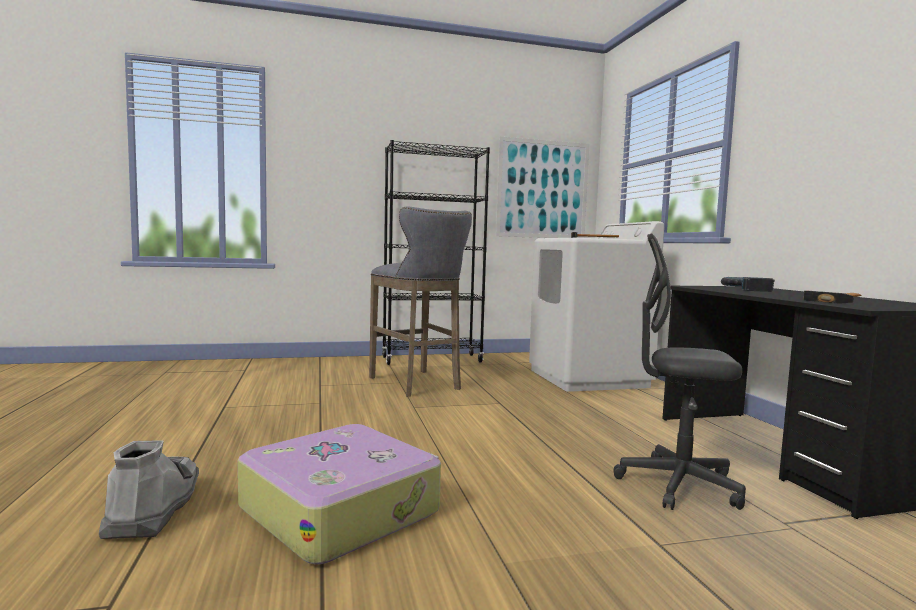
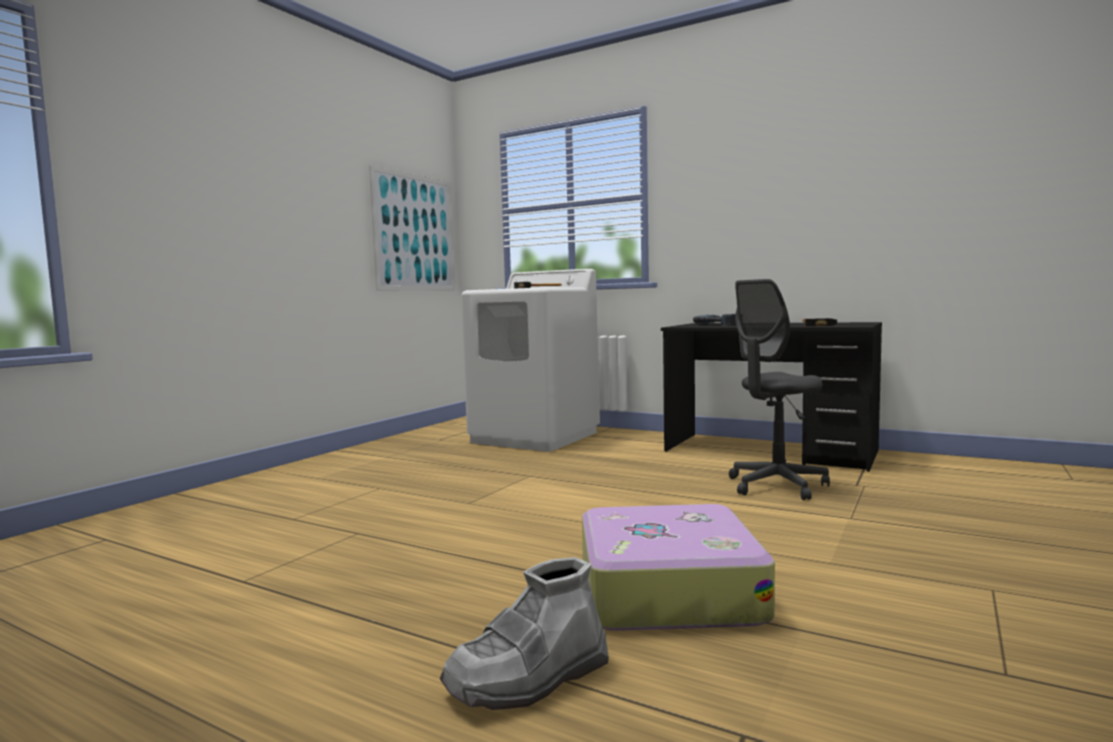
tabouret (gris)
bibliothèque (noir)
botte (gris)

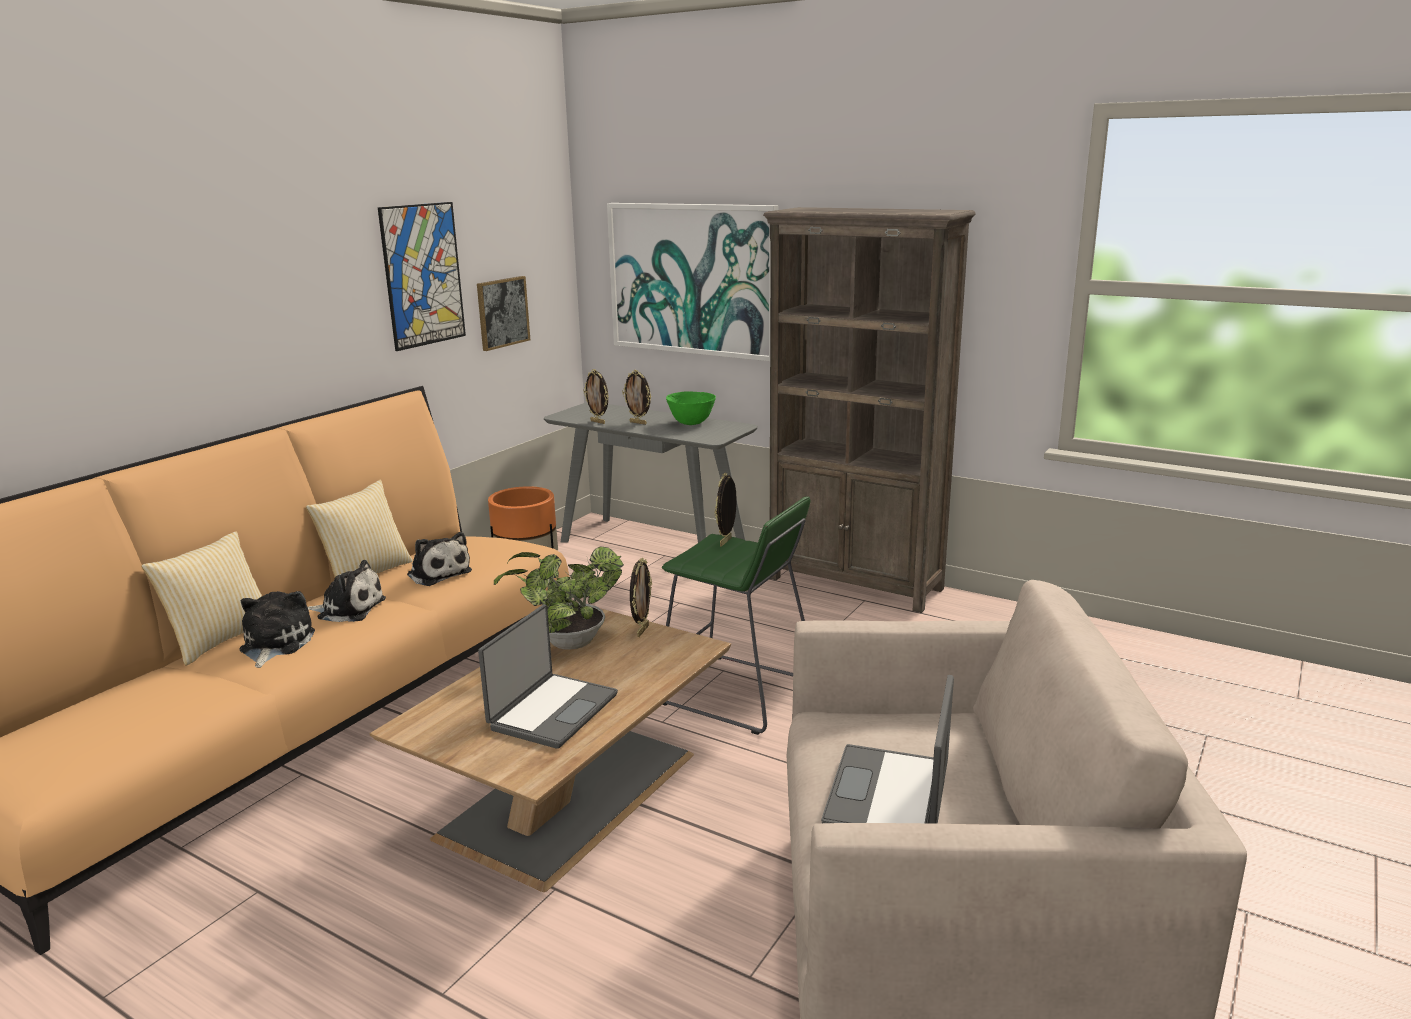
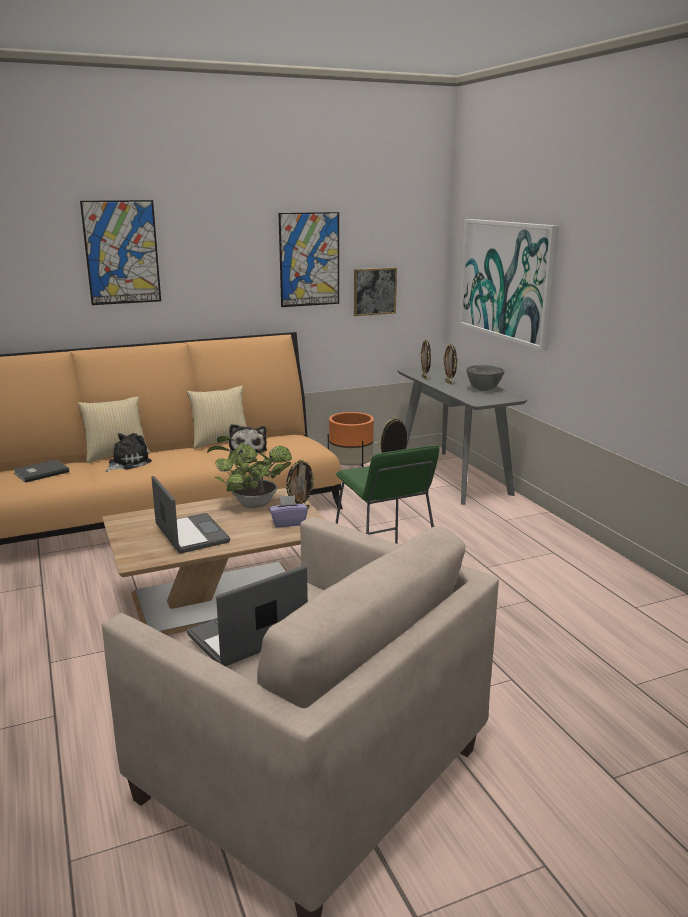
peluche (no. 2 from left in the first image)
bibliothèque (marron)
livre (gris)
tableau (no. 1 from left)
boîte à mouchoirs (violet)
bol (gris)
ordinateur portable (no. 1 from left)

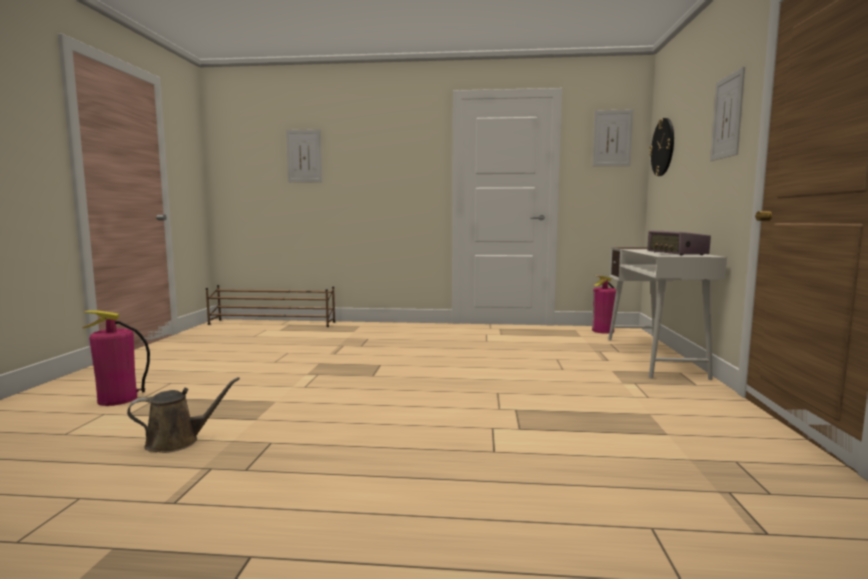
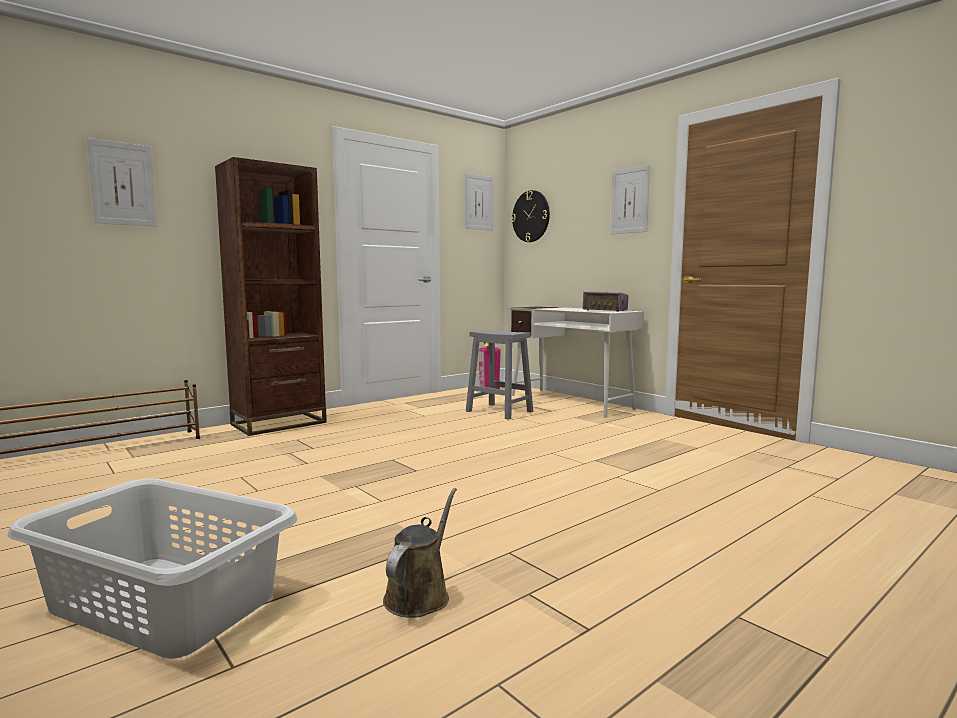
bibliothèque (marron)
tabouret (gris)
panier à linge (gris)

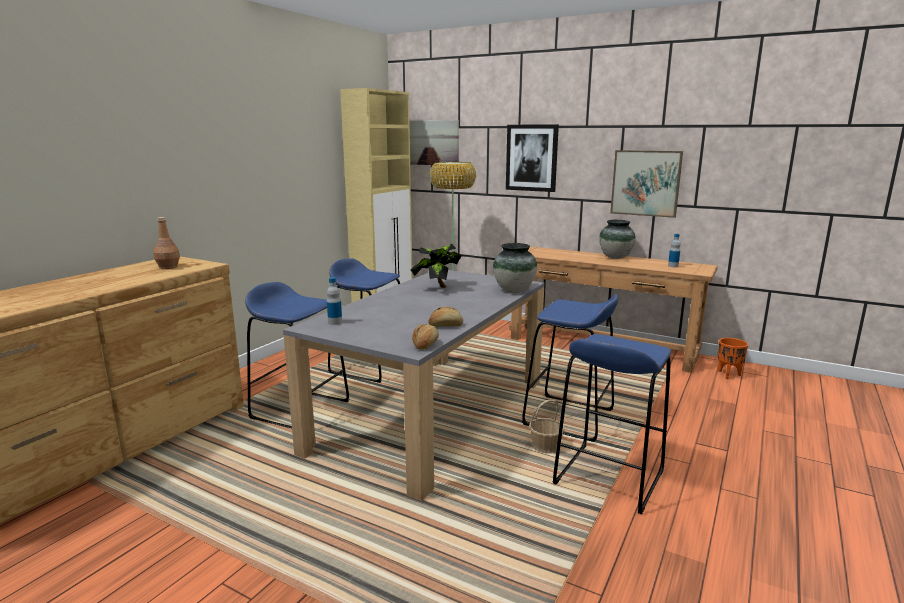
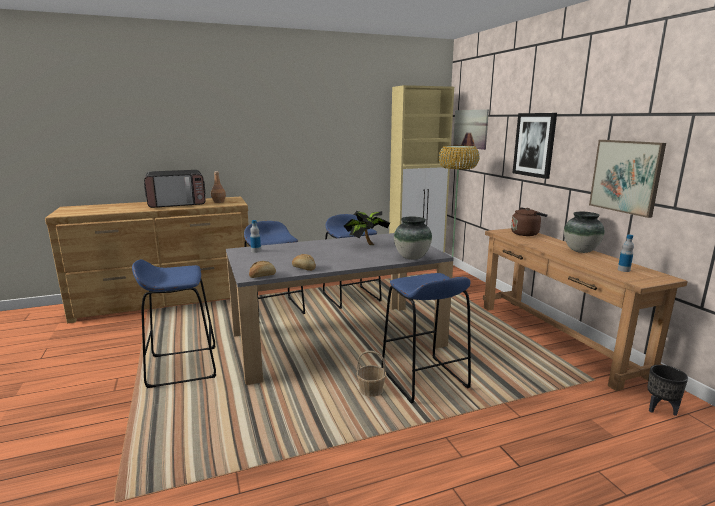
micro-ondes
bouilloire (marron)
tabouret (bleu) (no. 1 from left)
cache-pot (noir)

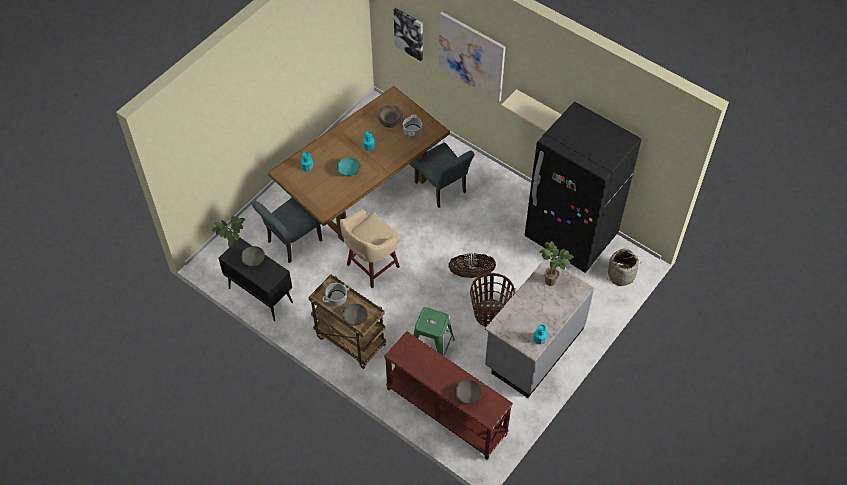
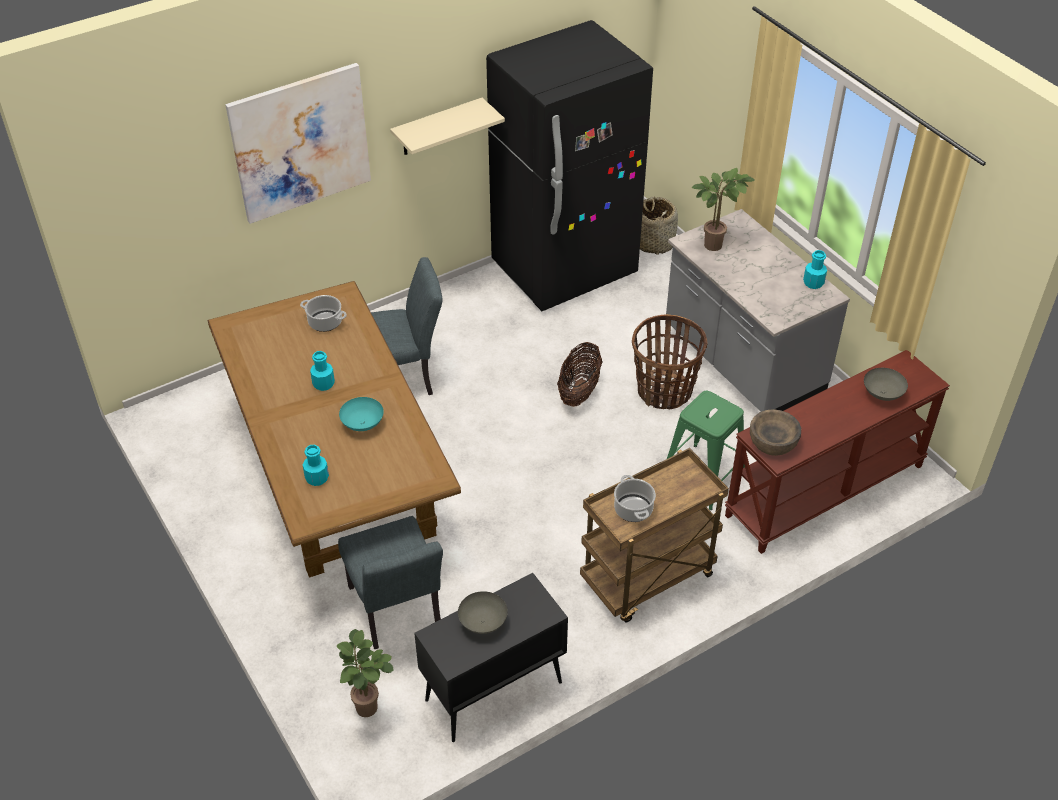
tabouret (beige)
bol (gris) (no. 2 from left in the first image)
tableau (no. 1 from left in the first image)
bol (marron)

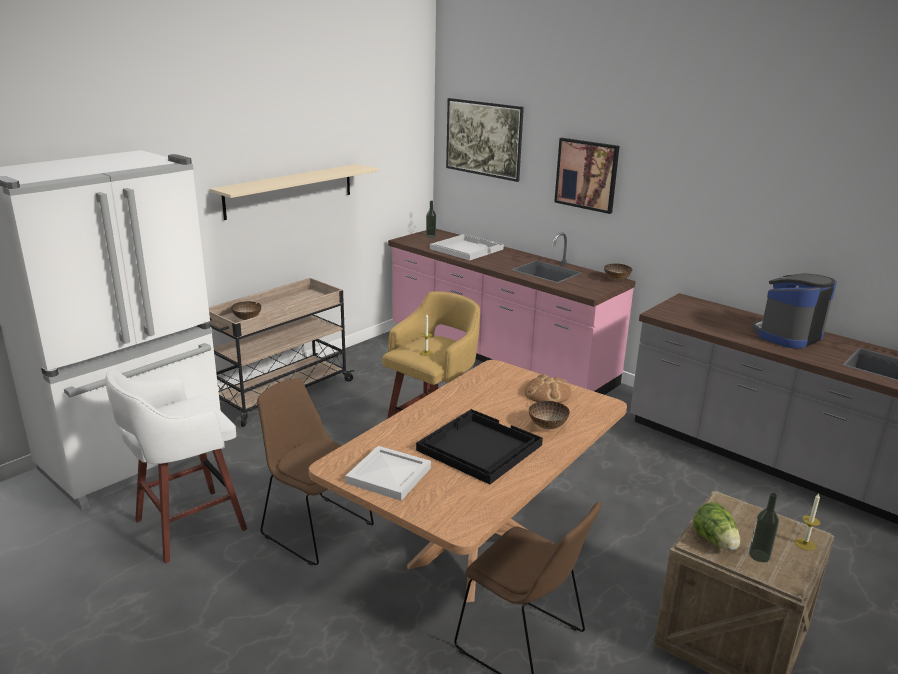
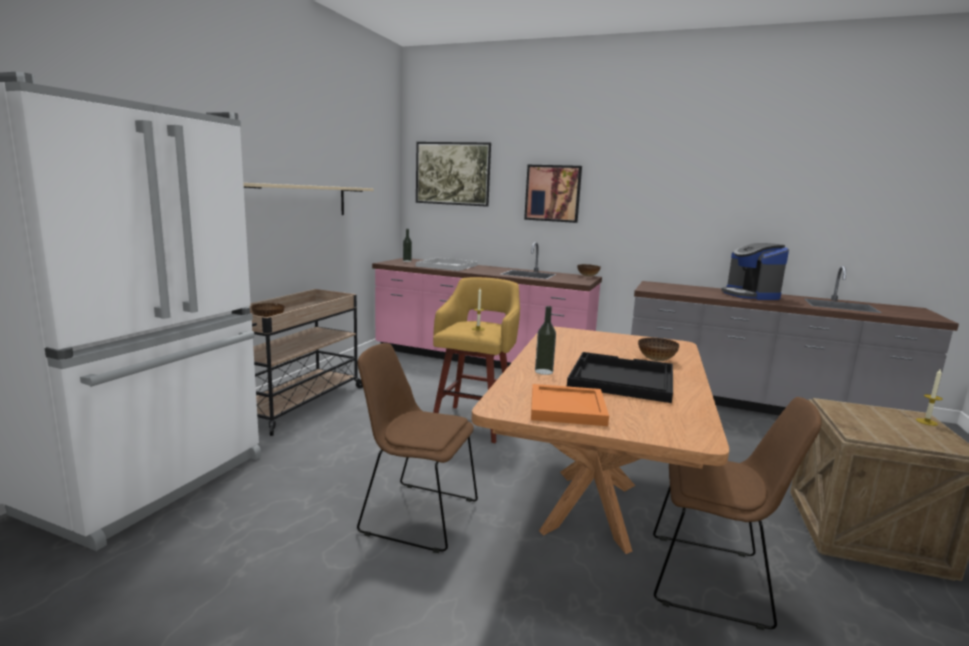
tabouret (blanc)
pain
laitue
bouteille (no. 2 from left)
plateau (orange)
machine à café

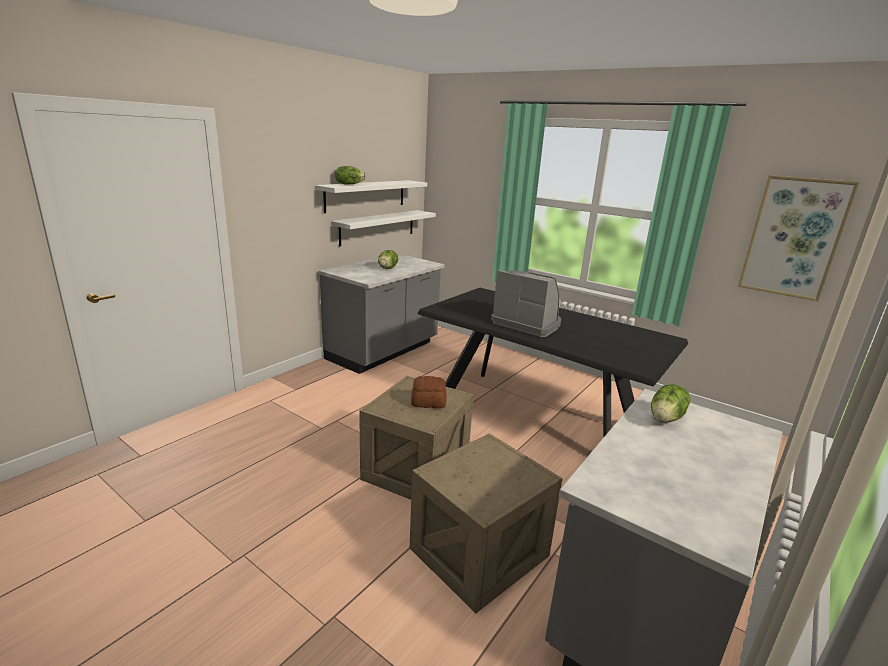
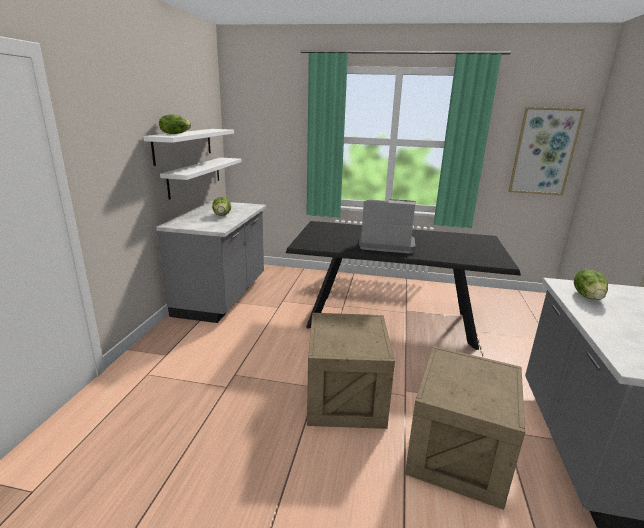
pain

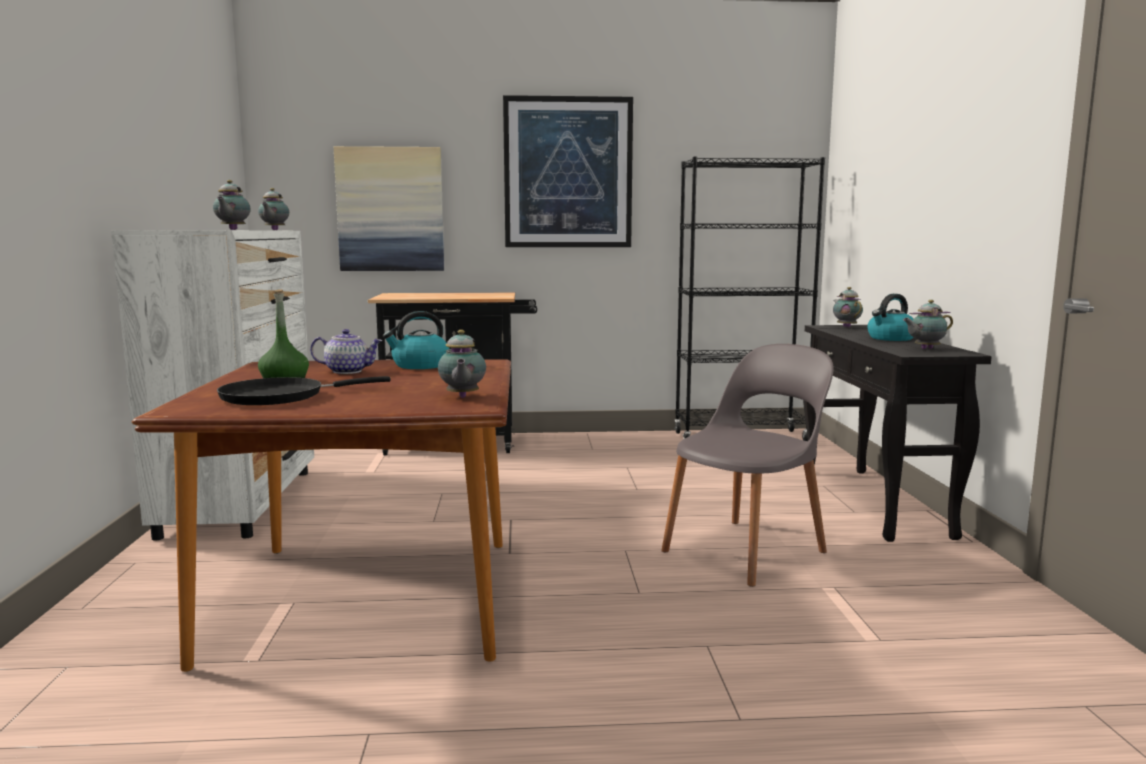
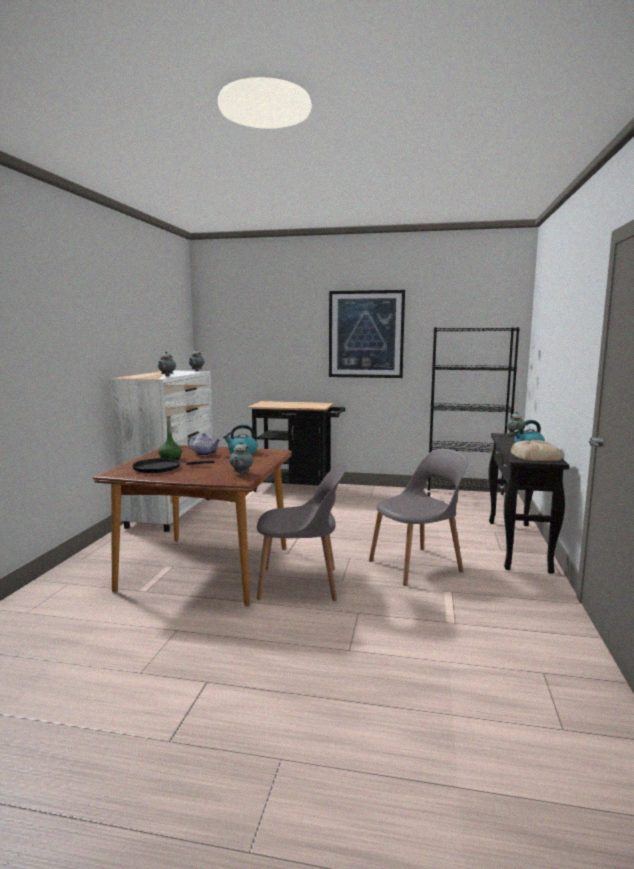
tableau (no. 1 from left in the first image)
chaise (gris) (no. 1 from left)
pain

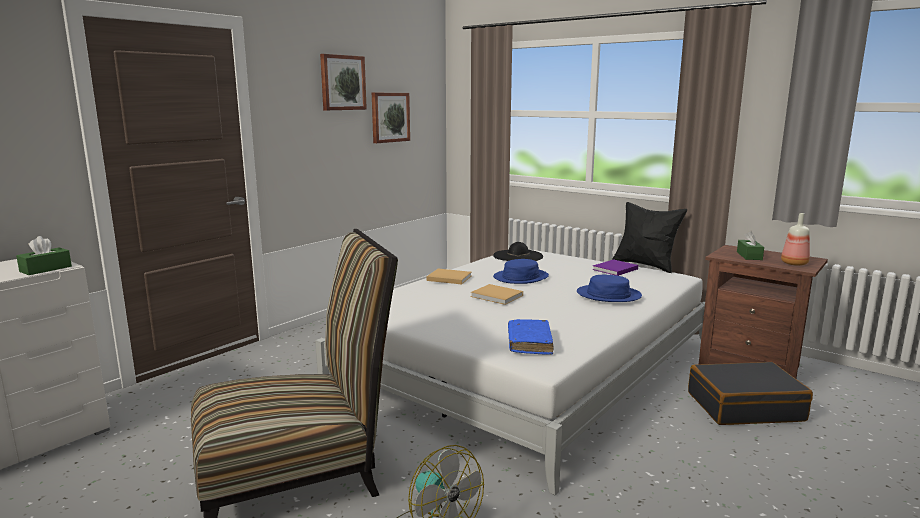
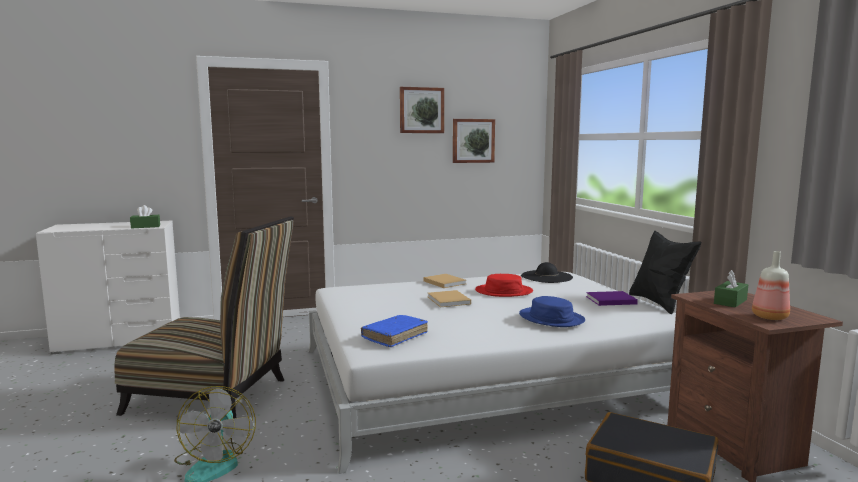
chapeau (rouge)

